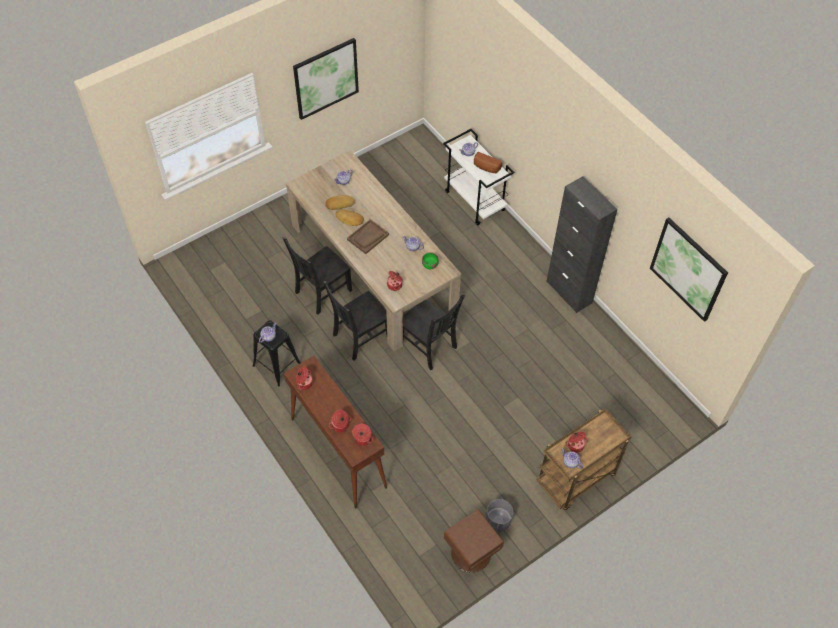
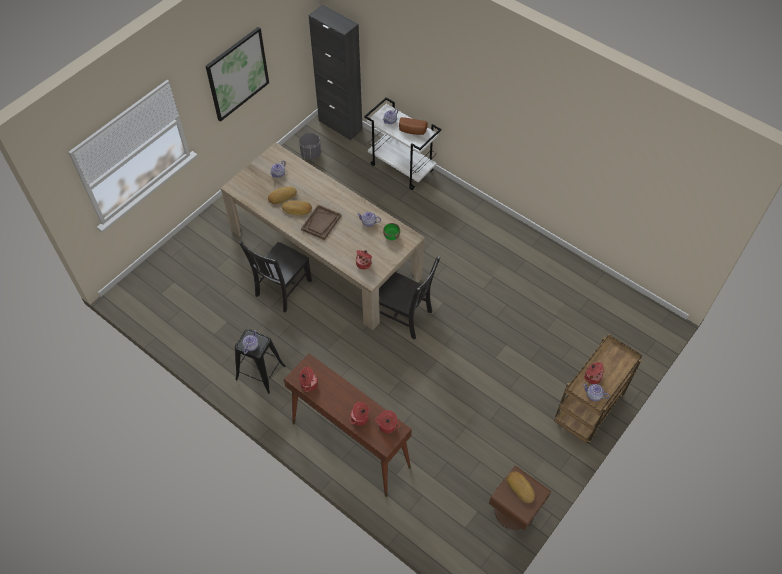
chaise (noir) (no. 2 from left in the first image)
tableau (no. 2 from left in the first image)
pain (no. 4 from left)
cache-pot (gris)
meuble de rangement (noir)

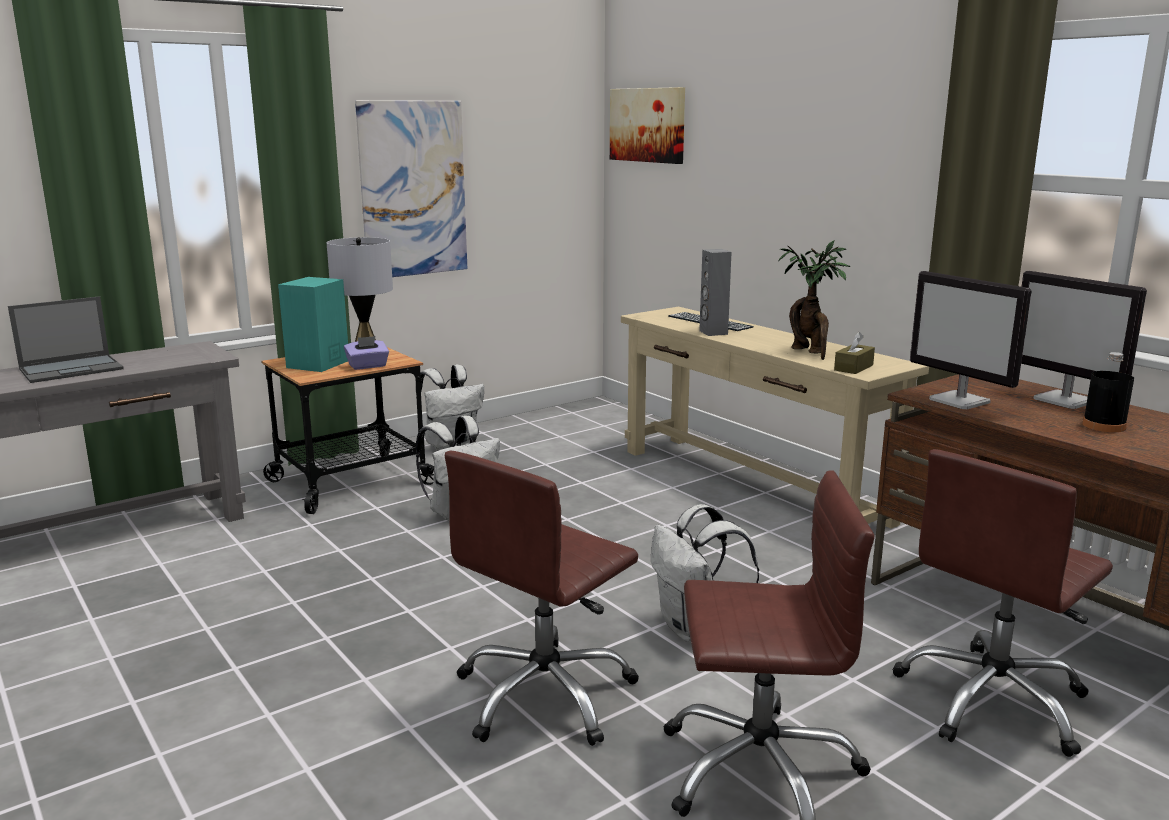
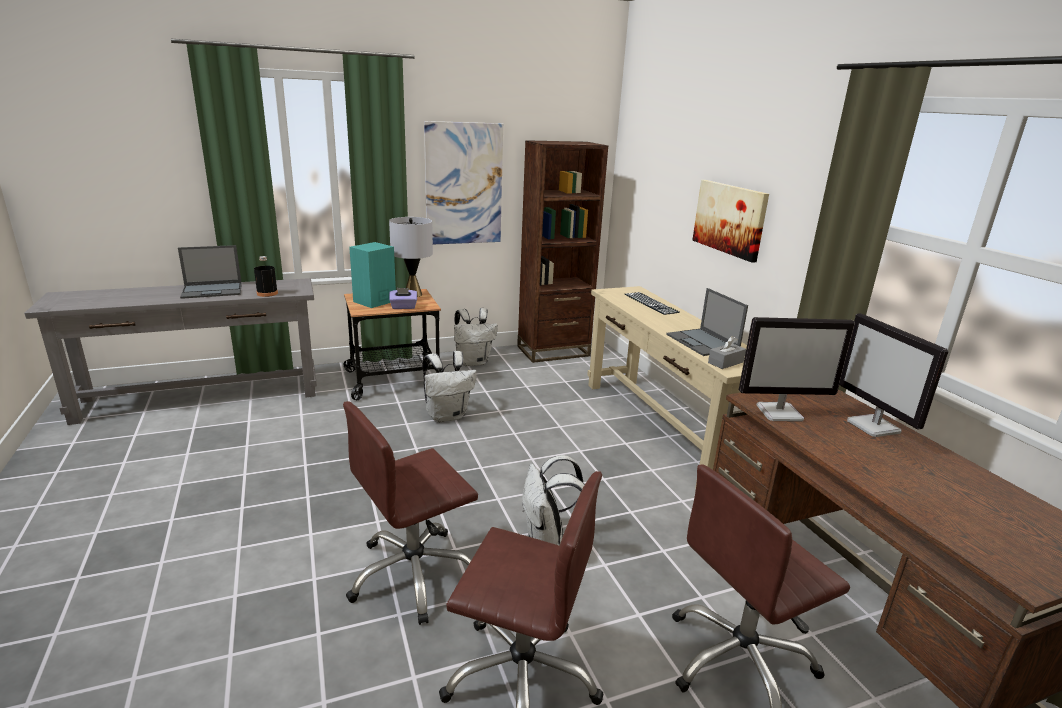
enceinte (gris)
bibliothèque (marron)
tableau (no. 2 from left)
bouteille (noir)
ordinateur portable (no. 2 from left)
boîte à mouchoirs (gris)
écran d'ordinateur (no. 1 from left)

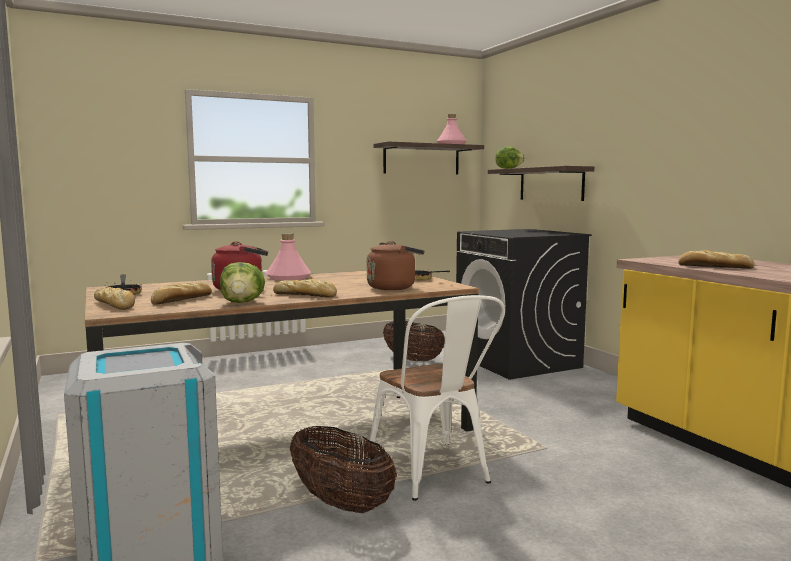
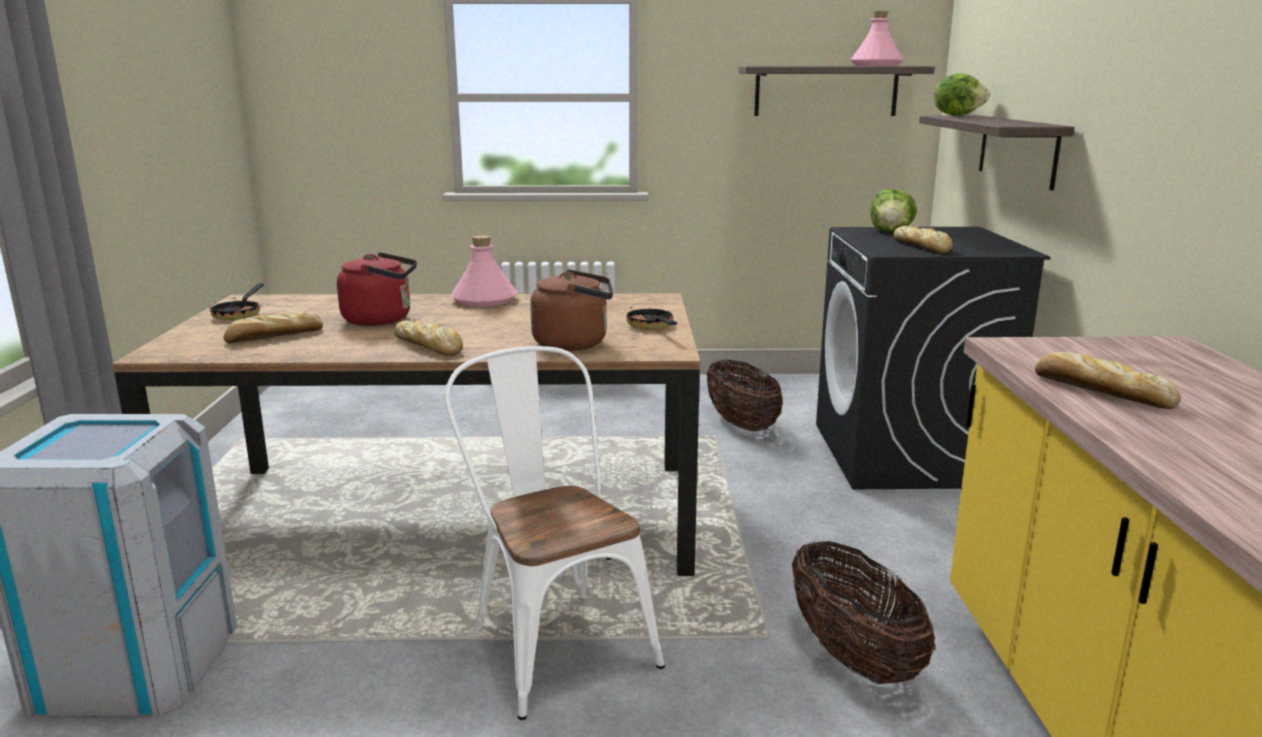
pain (no. 3 from left)
laitue (no. 1 from left)
panier (no. 2 from left)
chaise (blanc)

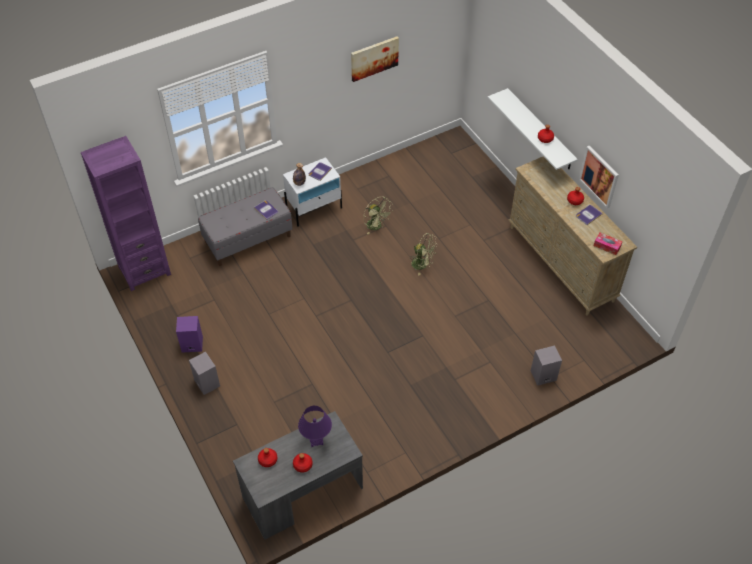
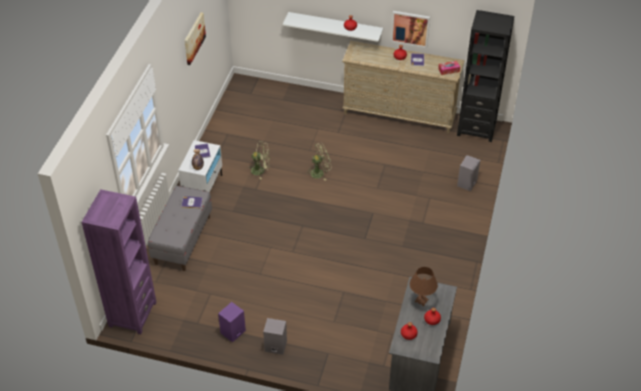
bibliothèque (noir)
lampe de table (marron)

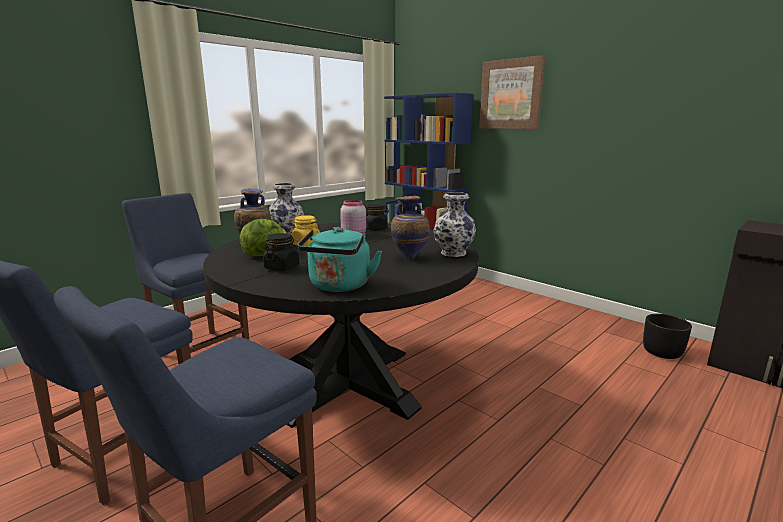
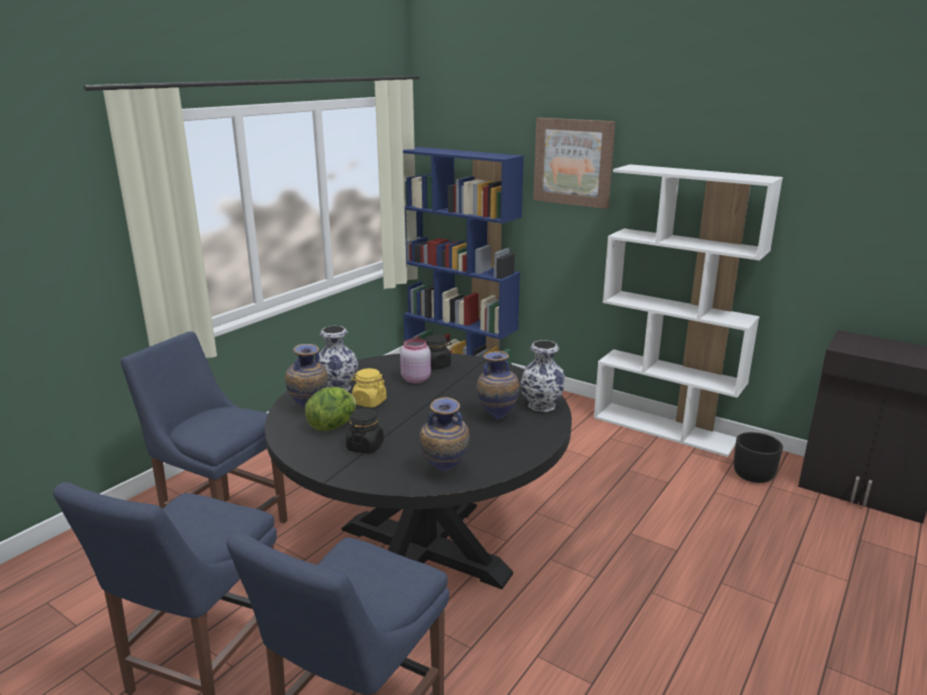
bibliothèque (blanc)
vase (no. 3 from left)

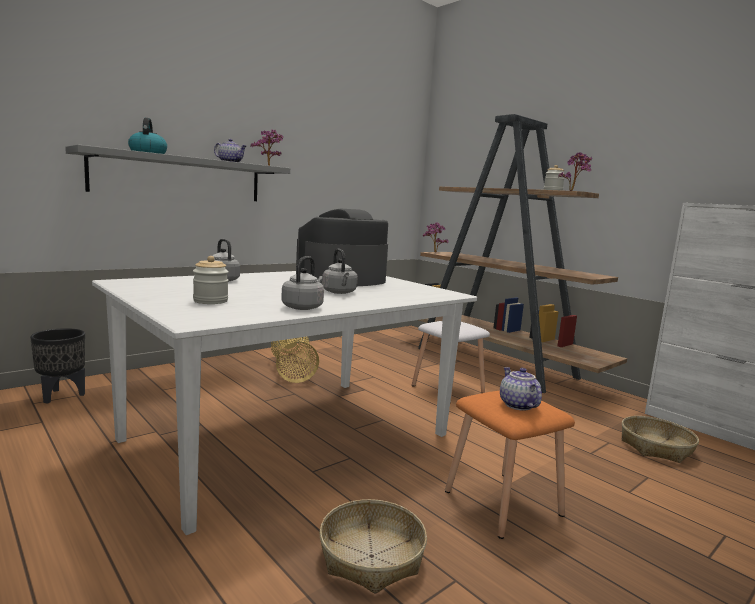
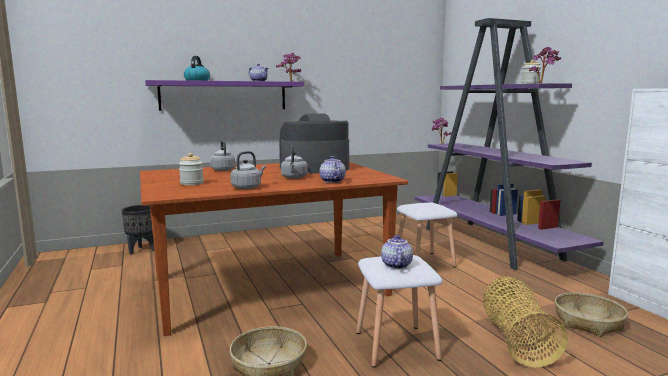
théière (no. 2 from left)
panier (no. 2 from left)
étagère (violet)
table à manger (marron)
bibliothèque (violet)
tabouret (blanc) (no. 1 from left)

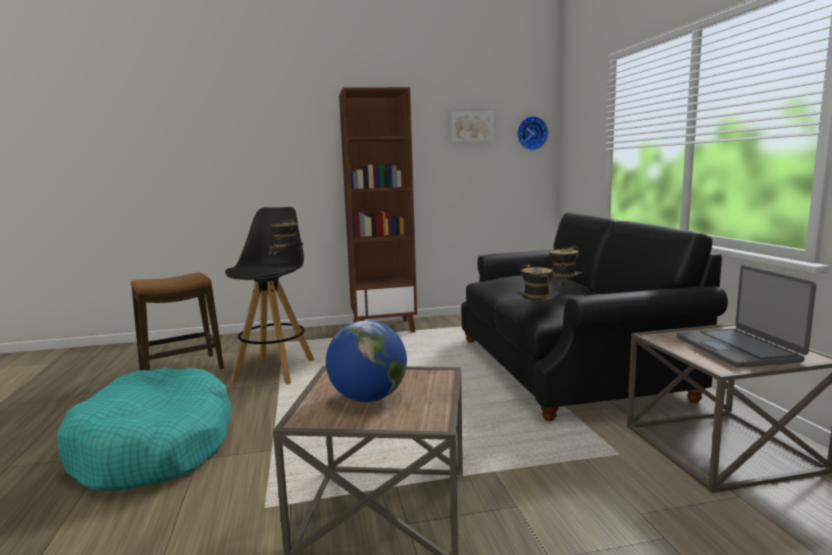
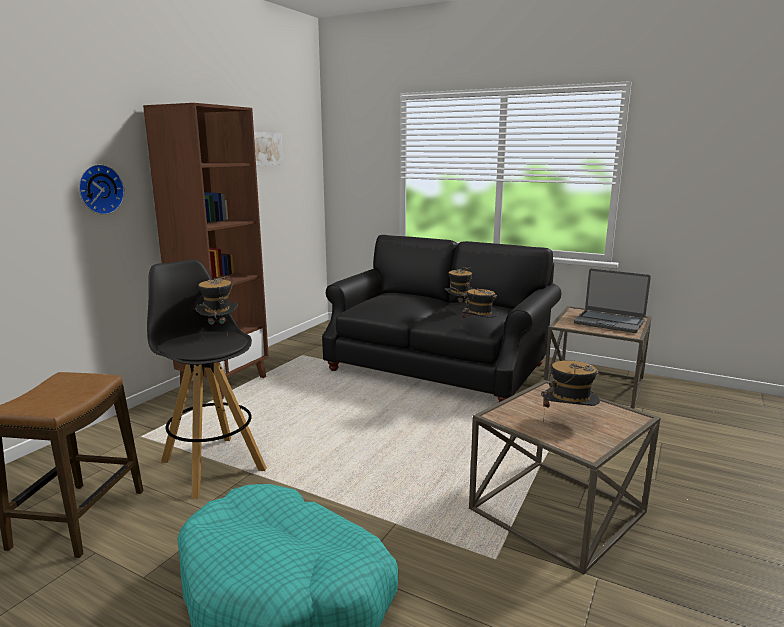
horloge murale
chapeau (no. 4 from left)

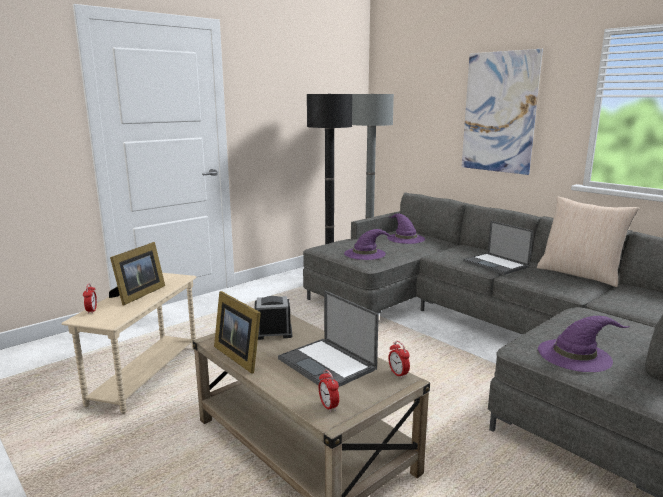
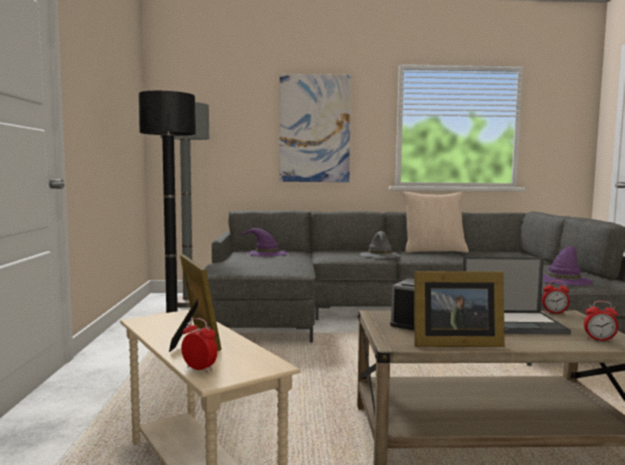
chapeau (violet) (no. 1 from left in the first image)
chapeau (gris)

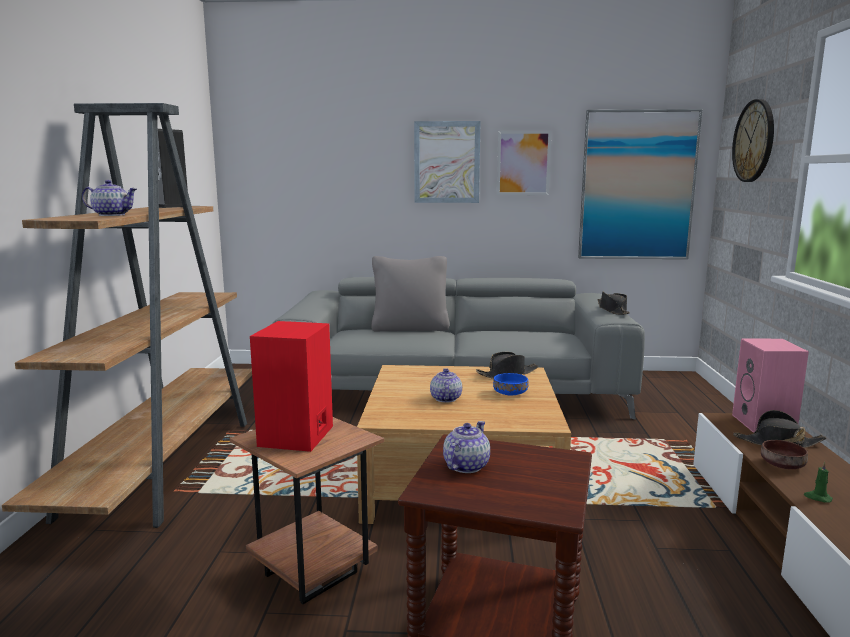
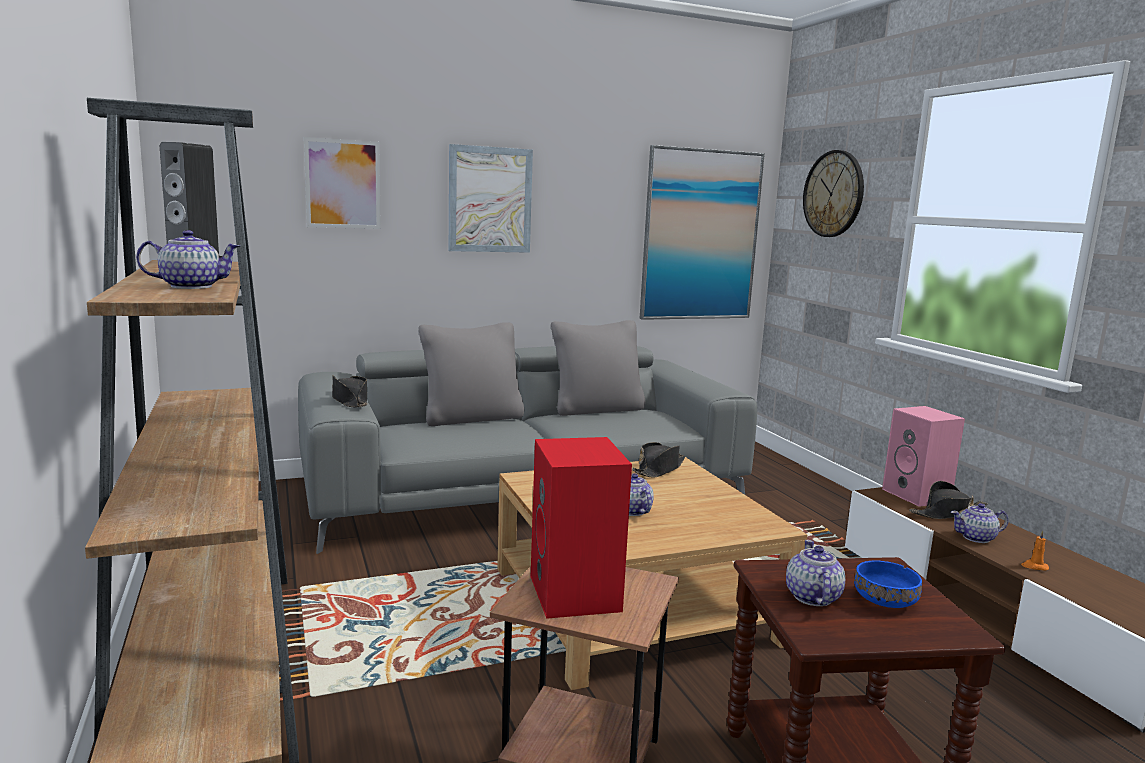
coussin (gris) (no. 2 from left)
bol (bleu)
tableau (no. 1 from left)
chapeau (noir) (no. 1 from left)
théière (no. 4 from left)
bougie (orange)

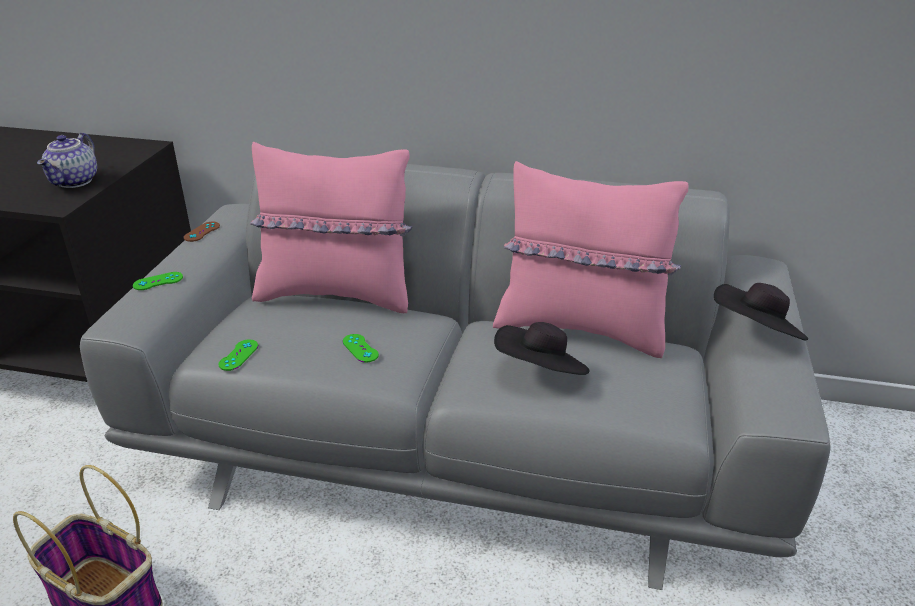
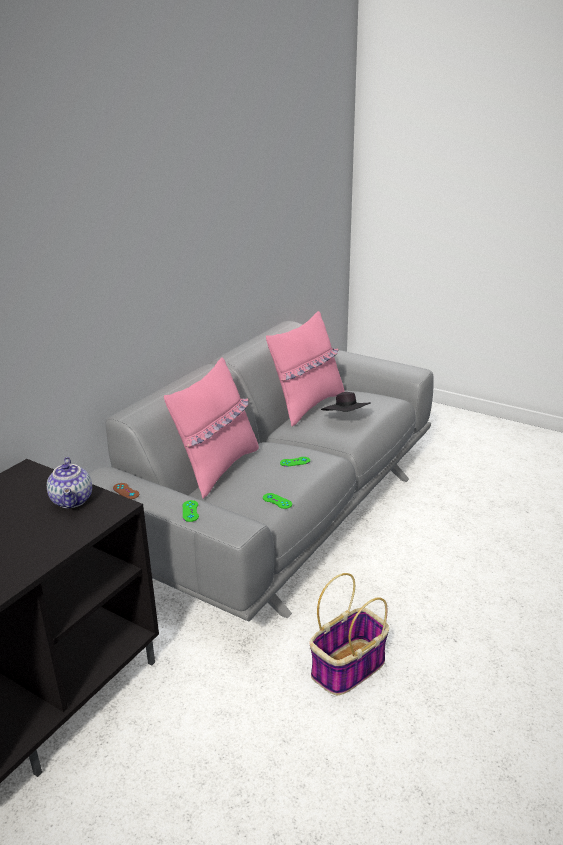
chapeau (noir) (no. 2 from left in the first image)
théière

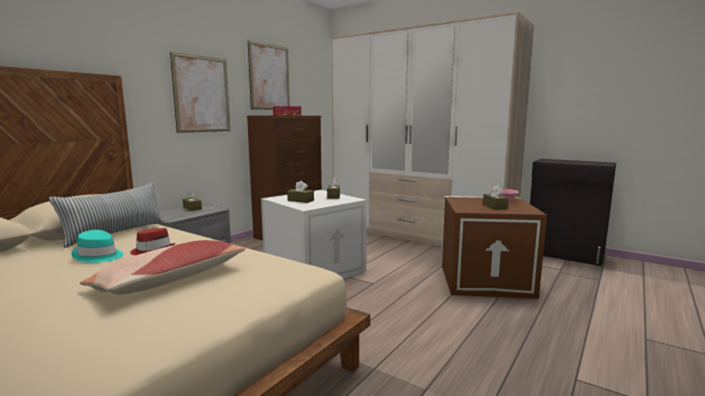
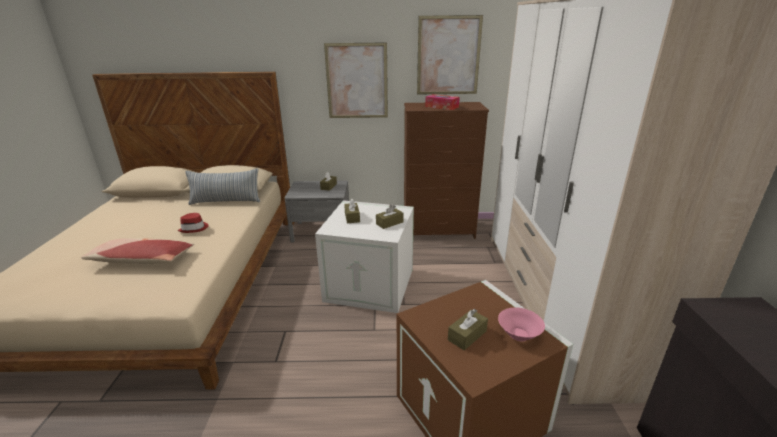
chapeau (turquoise)

